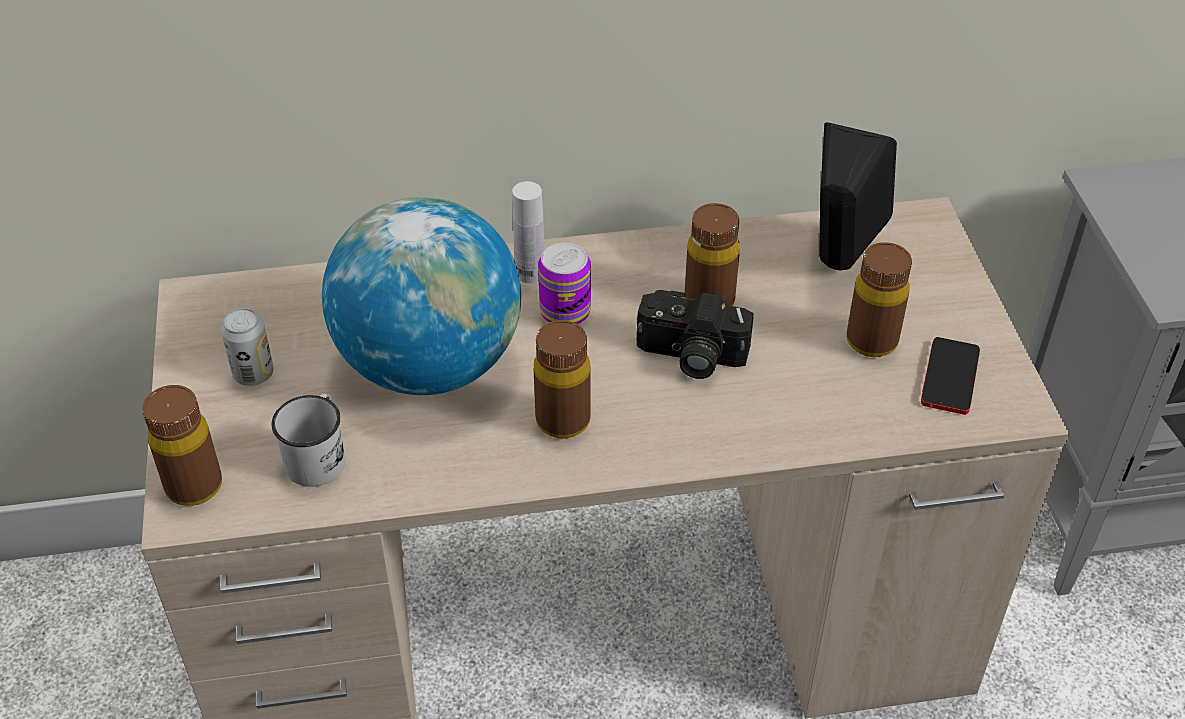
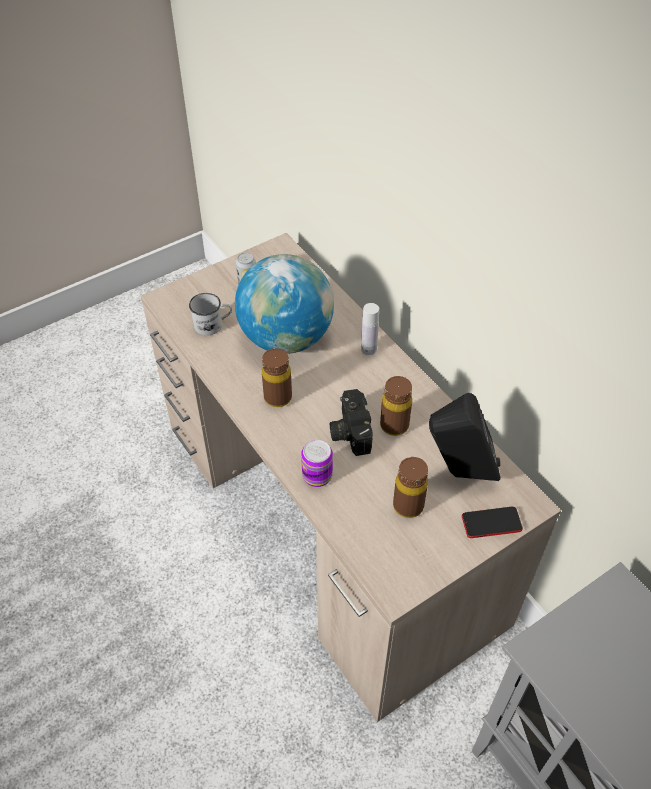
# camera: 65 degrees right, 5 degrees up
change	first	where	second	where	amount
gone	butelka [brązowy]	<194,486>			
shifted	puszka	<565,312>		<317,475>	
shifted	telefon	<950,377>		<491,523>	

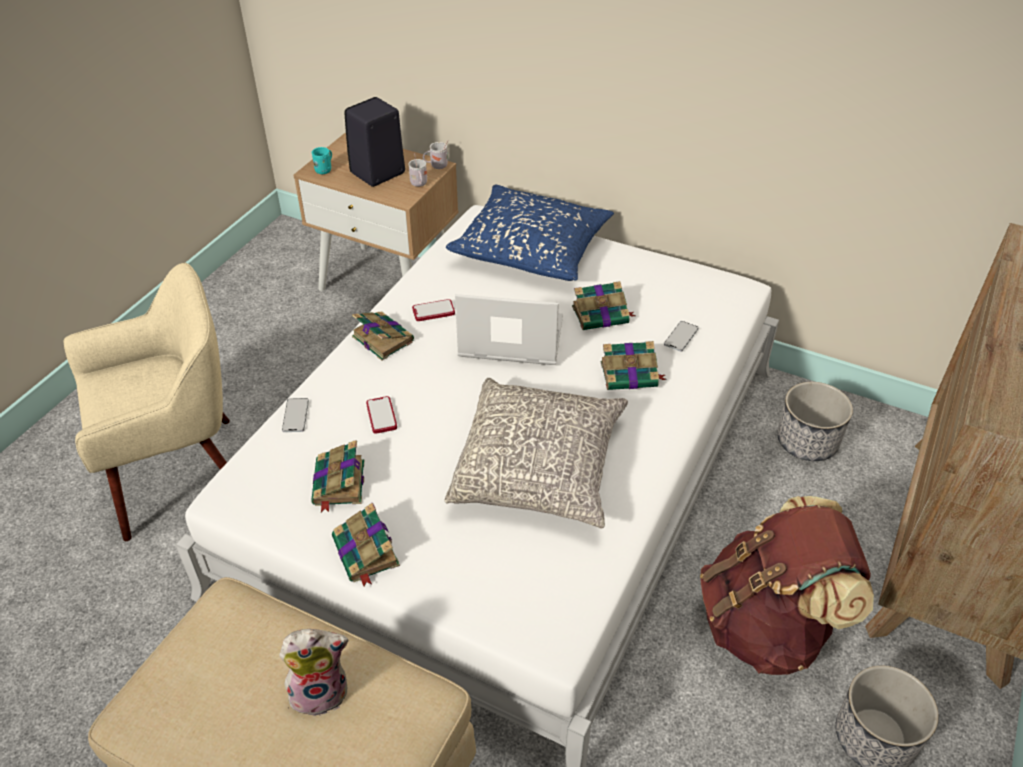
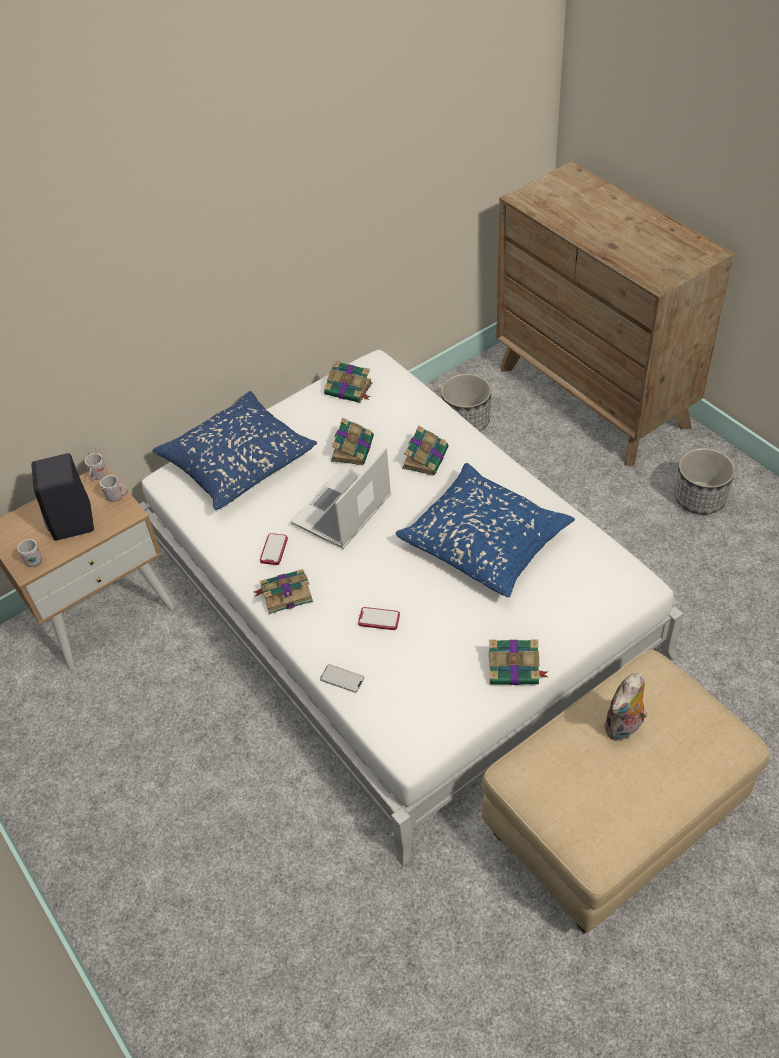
# camera: 60 degrees left, 5 degrees up
change	first	where	second	where	amount
gone	fotel [beżowy]	<181,474>			
gone	telefon	<681,337>			
gone	plecak [brązowy]	<767,625>			
shifted	książka	<339,484>		<349,389>	
repainted	kubek [turkusowy]	<325,170>	kubek [biały]	<33,559>	
repainted	poduszka [szary]	<539,467>	poduszka [niebieski]	<485,541>	
rotated	pluszak	<321,691>		<624,728>	150 degrees counterclockwise

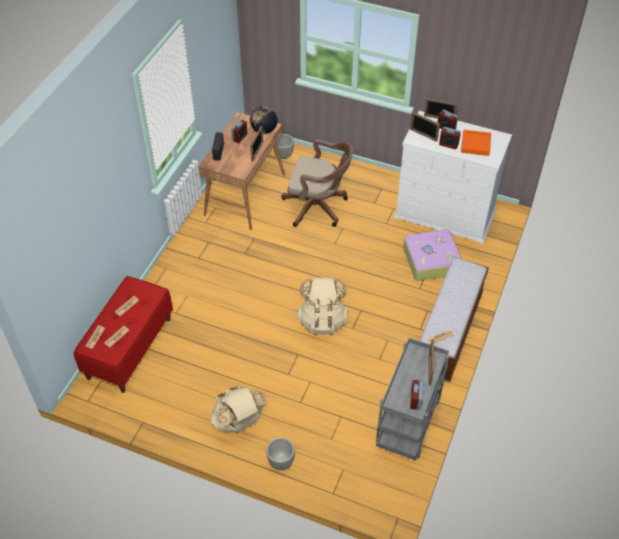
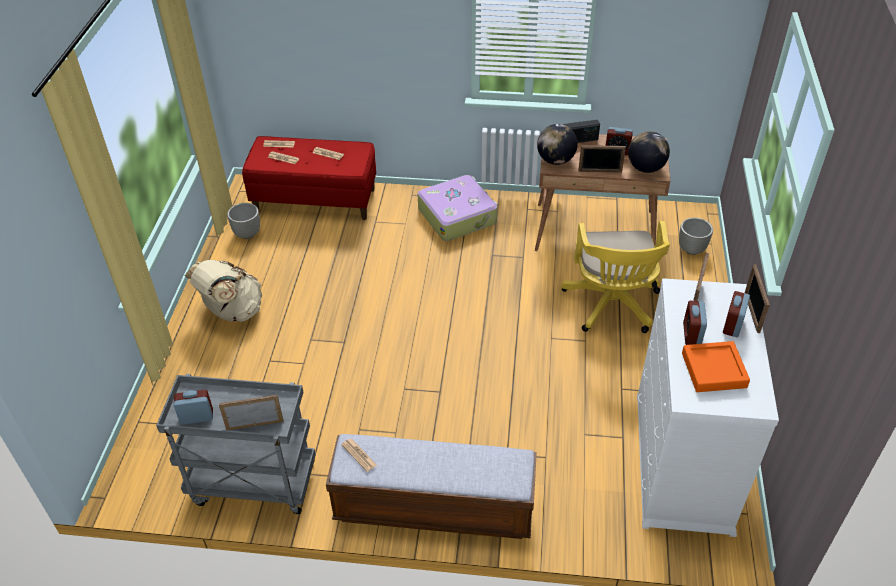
# camera: 75 degrees right, 5 degrees down
change	first	where	second	where	amount
gone	plecak [beżowy]	<322,321>			
new			globus	<555,160>	
shifted	donica [szary]	<280,462>		<247,233>	
shifted	walizka	<430,260>		<457,215>	
repainted	krzesło biurowe [brązowy]	<318,207>	krzesło biurowe [żółty]	<612,306>	

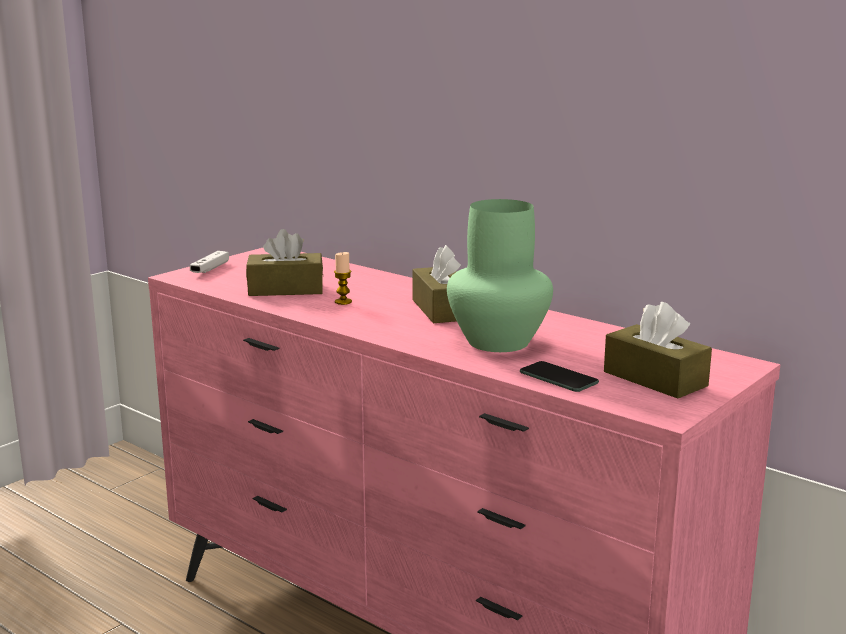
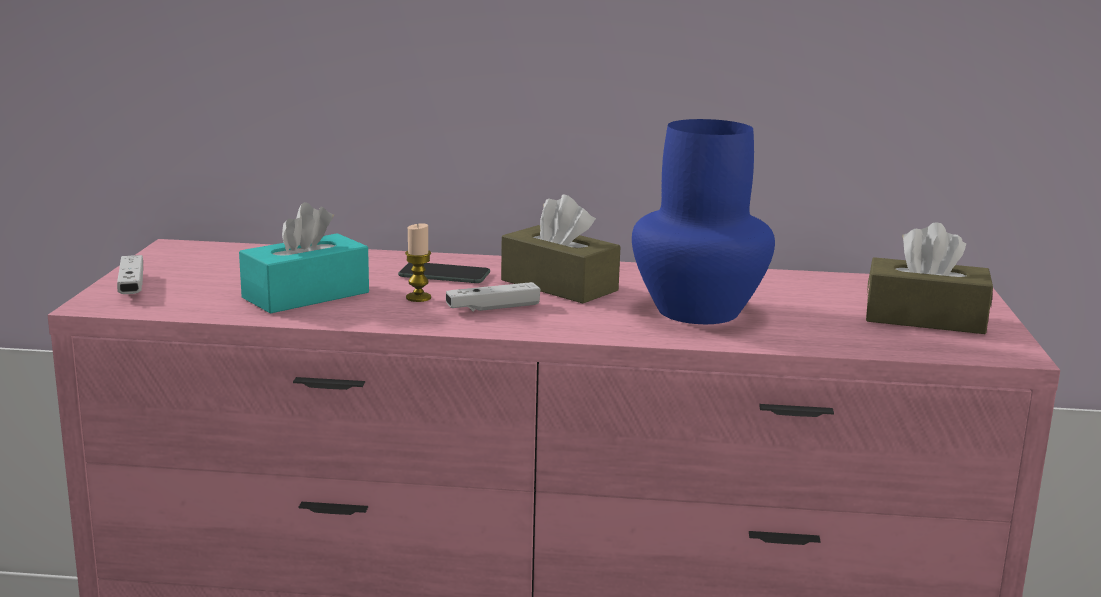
# camera: 35 degrees left, 0 degrees up
change	first	where	second	where	amount
new			pad do gier [biały]	<493,308>	
shifted	telefon	<558,378>		<444,274>	
repainted	pudełko chusteczek [brązowy]	<285,289>	pudełko chusteczek [turkusowy]	<306,295>	
repainted	wazon [zielony]	<500,342>	wazon [niebieski]	<700,311>	

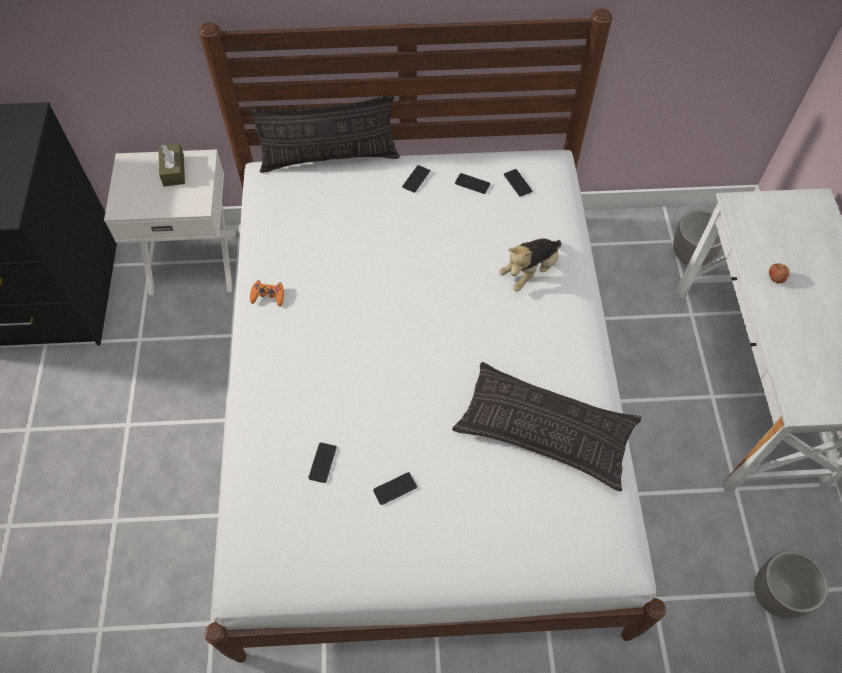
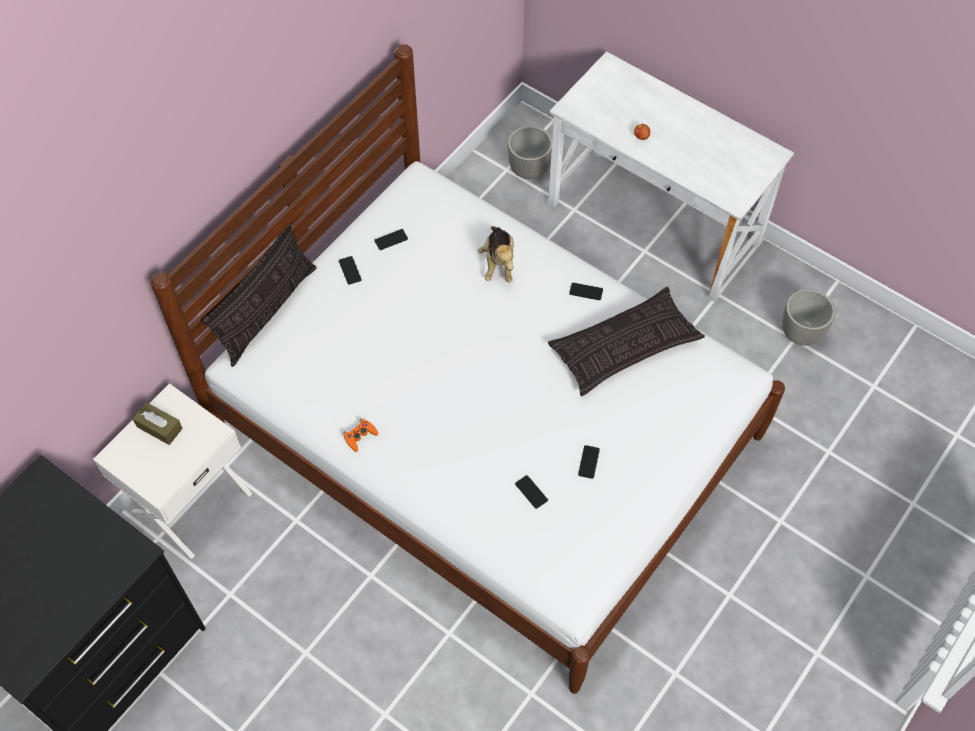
# camera: 50 degrees left, 0 degrees up
change	first	where	second	where	amount
shifted	telefon	<517,183>		<586,291>	

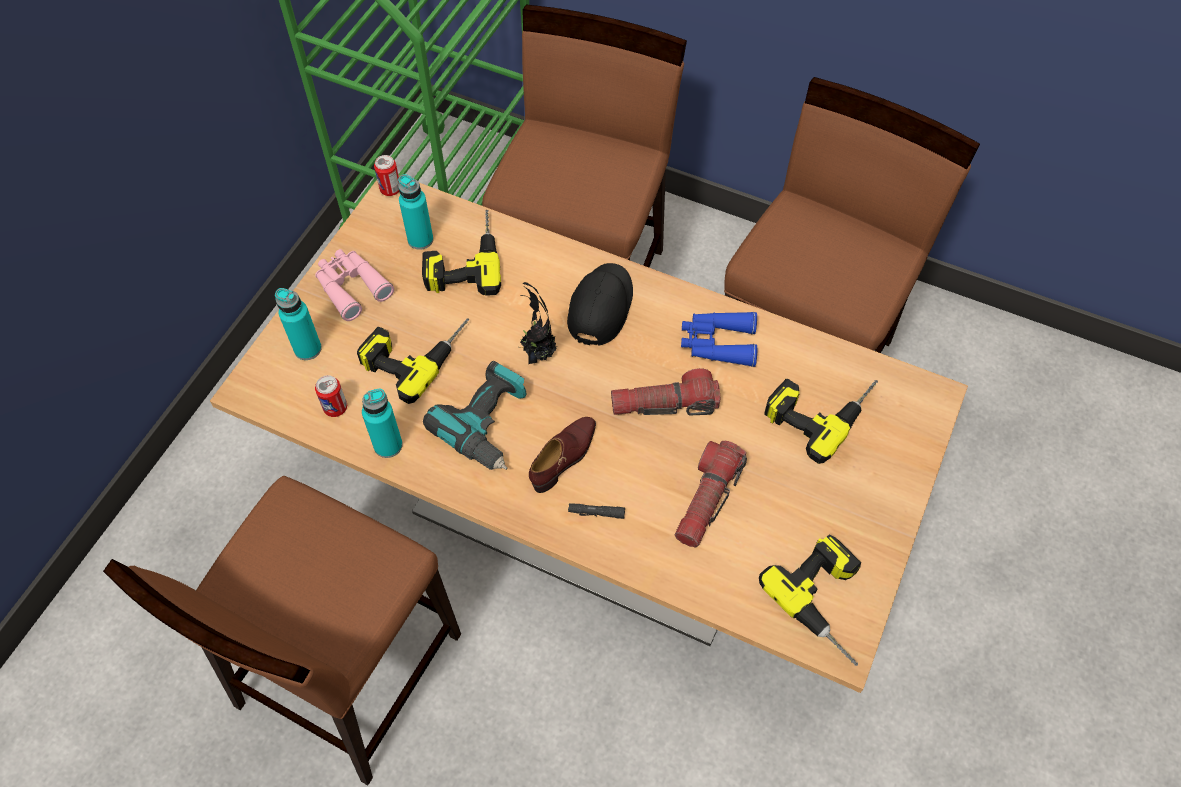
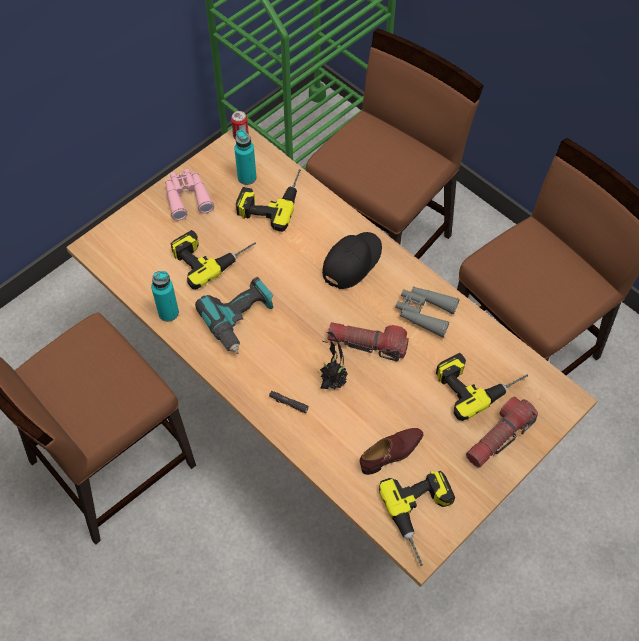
# camera: 20 degrees right, 0 degrees up
change	first	where	second	where	amount
gone	butelka [turkusowy]	<307,349>			
gone	puszka	<335,408>			
shifted	roślina doniczkowa	<537,352>		<332,380>	
shifted	but [brązowy]	<564,457>		<391,453>	
shifted	latarka	<707,500>		<499,437>	
repainted	lornetka [niebieski]	<717,343>	lornetka [szary]	<424,313>	

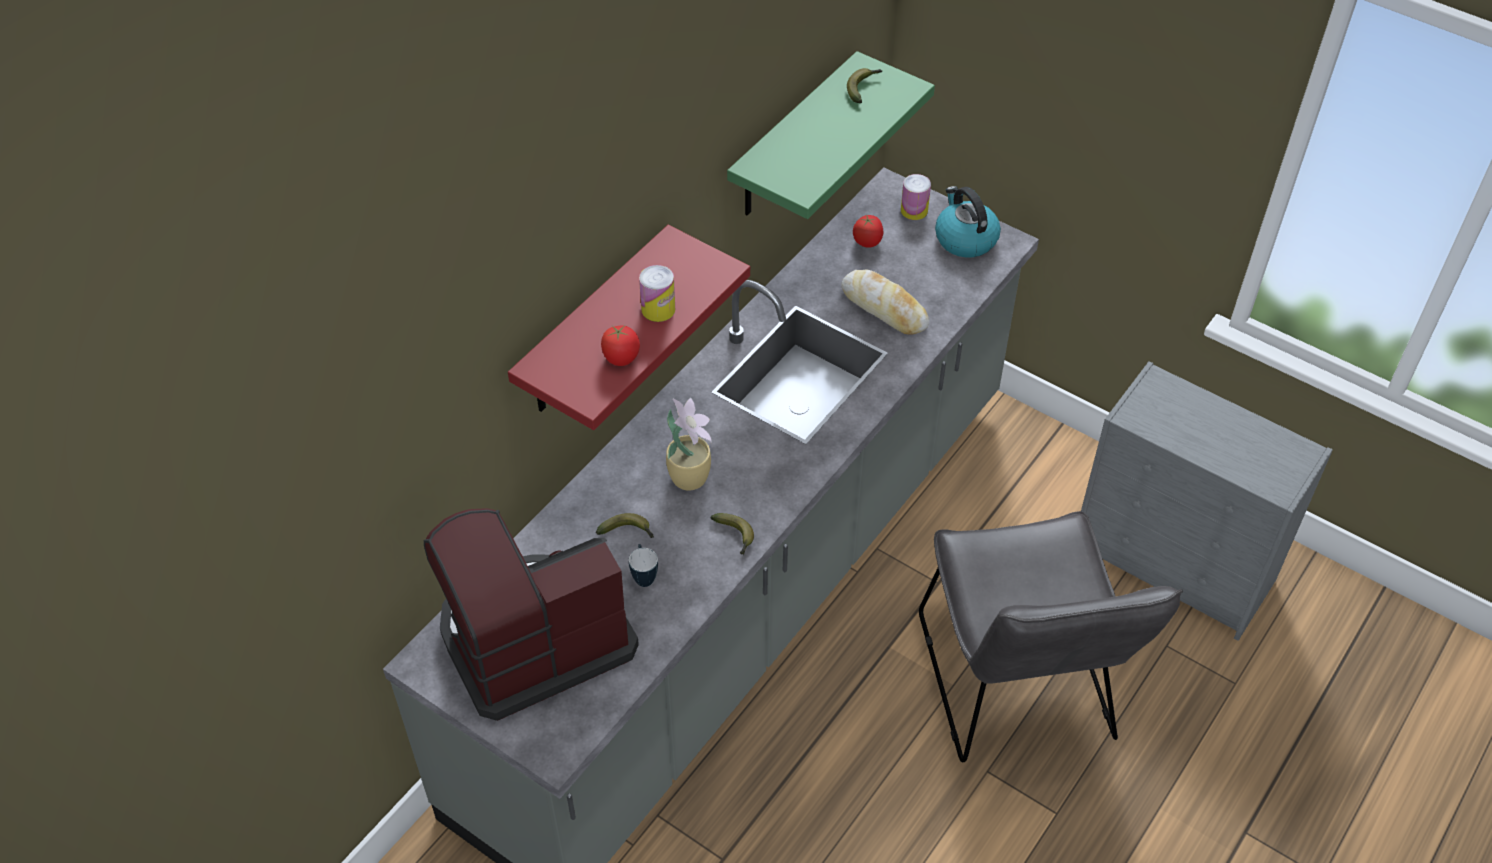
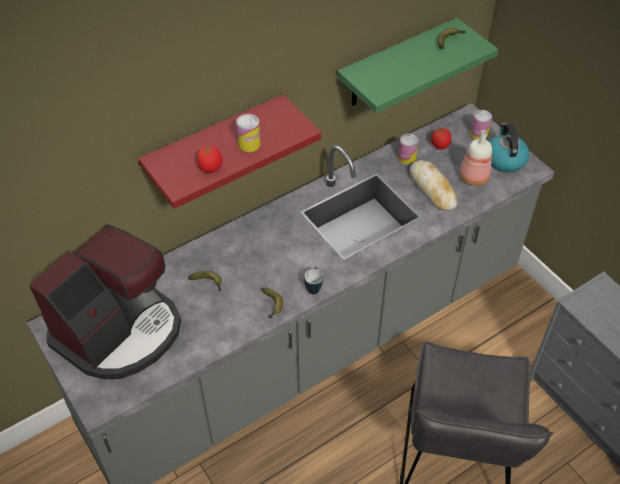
# camera: 20 degrees right, 0 degrees up
change	first	where	second	where	amount
gone	roślina doniczkowa	<690,476>			
new			puszka	<407,158>	
new			butelka	<473,178>	
shifted	kubek	<643,575>		<313,287>	
rotated	ekspres do kawy	<533,638>		<120,332>	135 degrees clockwise

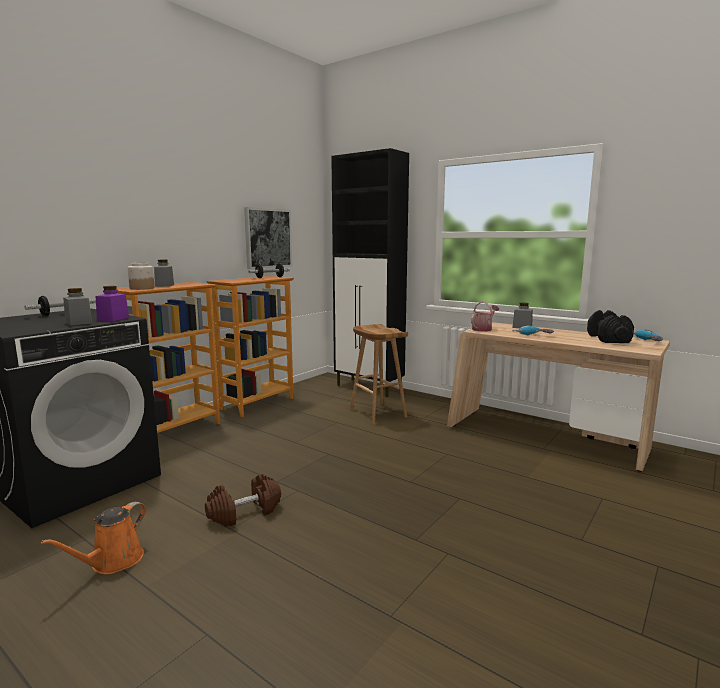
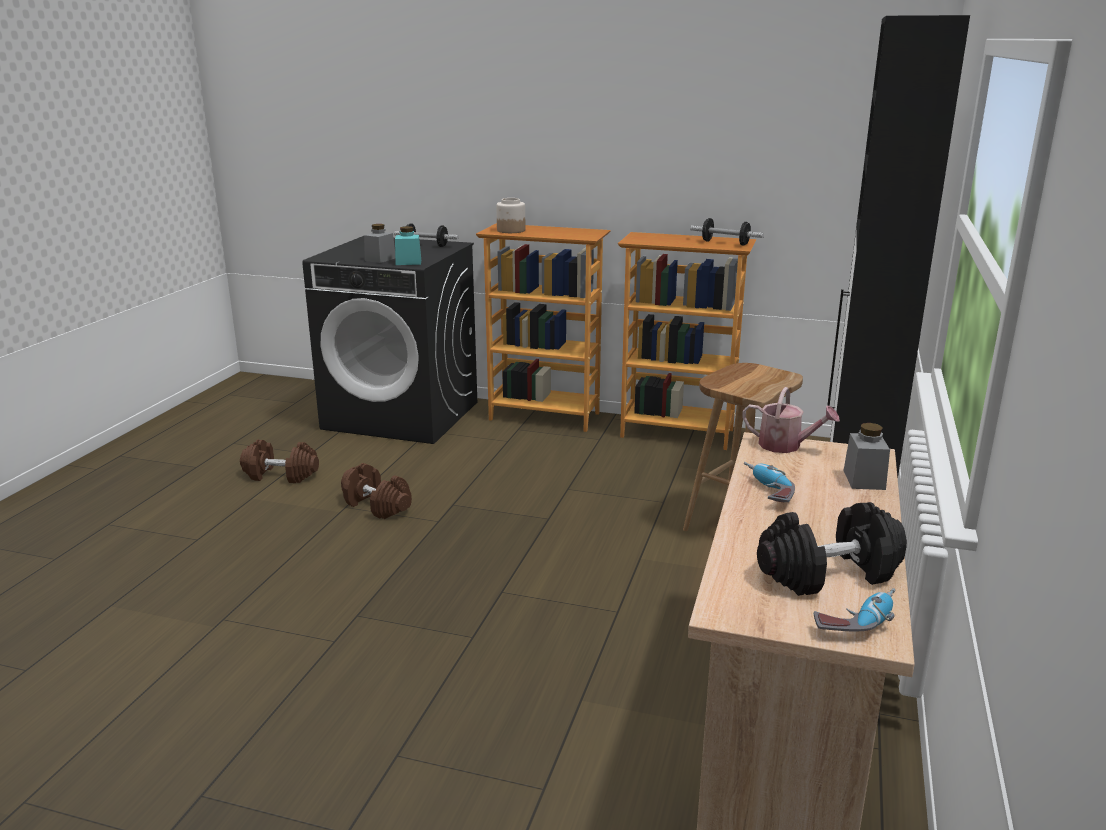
# camera: 70 degrees right, 10 degrees up
change	first	where	second	where	amount
gone	słoik [szary]	<164,285>			
gone	obraz	<268,238>			
swapped	konewka [pomarańczowy]	<113,562>	hantel [brązowy]	<280,475>	
repainted	słoik [fioletowy]	<113,319>	słoik [turkusowy]	<408,262>	

